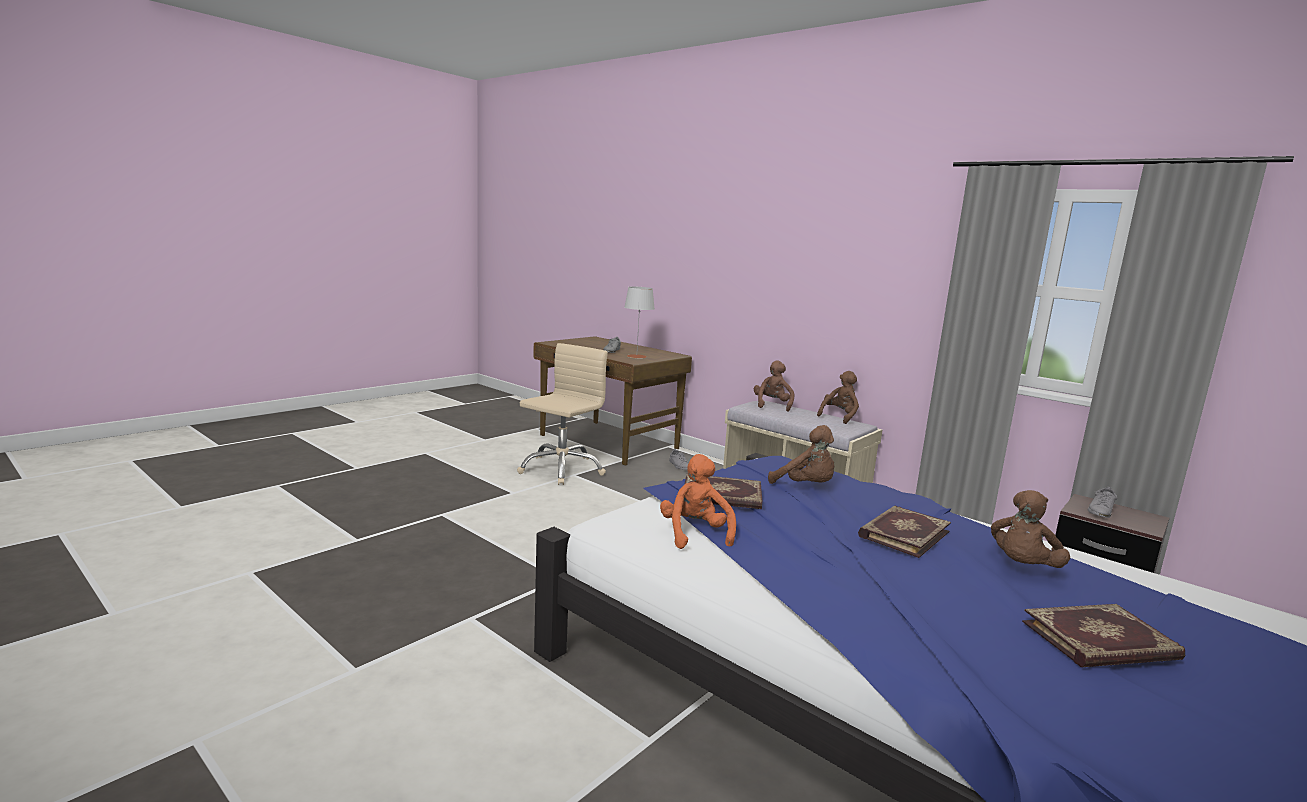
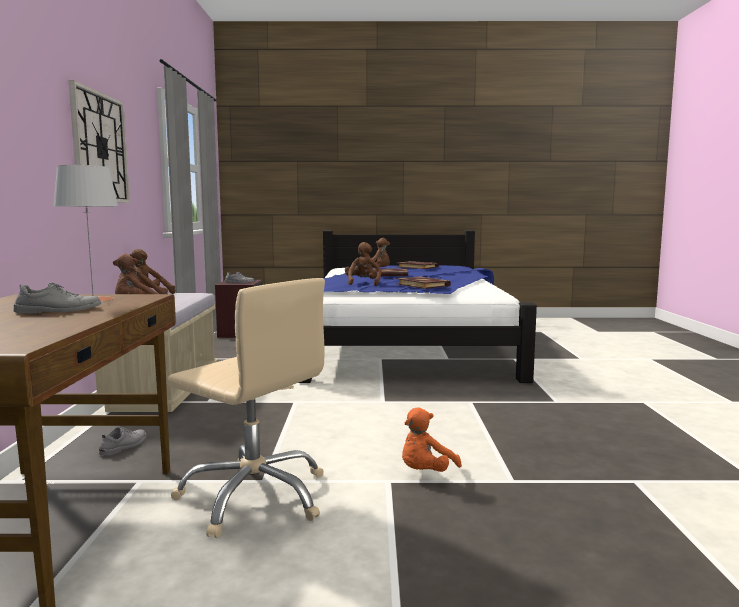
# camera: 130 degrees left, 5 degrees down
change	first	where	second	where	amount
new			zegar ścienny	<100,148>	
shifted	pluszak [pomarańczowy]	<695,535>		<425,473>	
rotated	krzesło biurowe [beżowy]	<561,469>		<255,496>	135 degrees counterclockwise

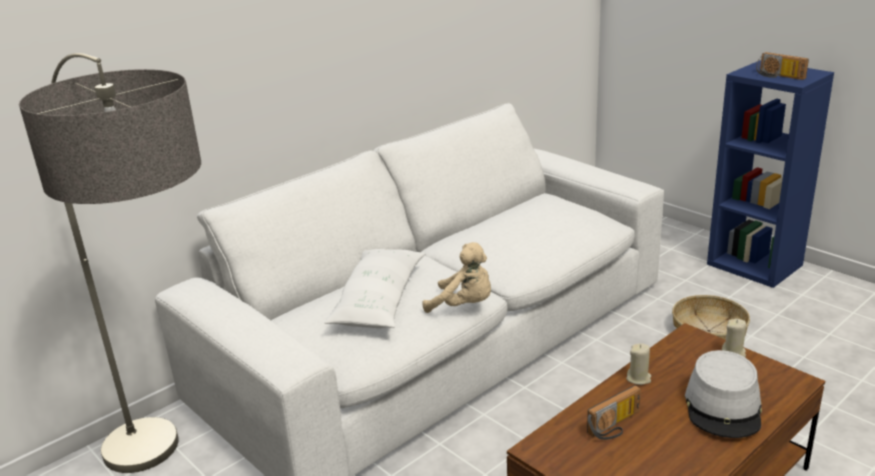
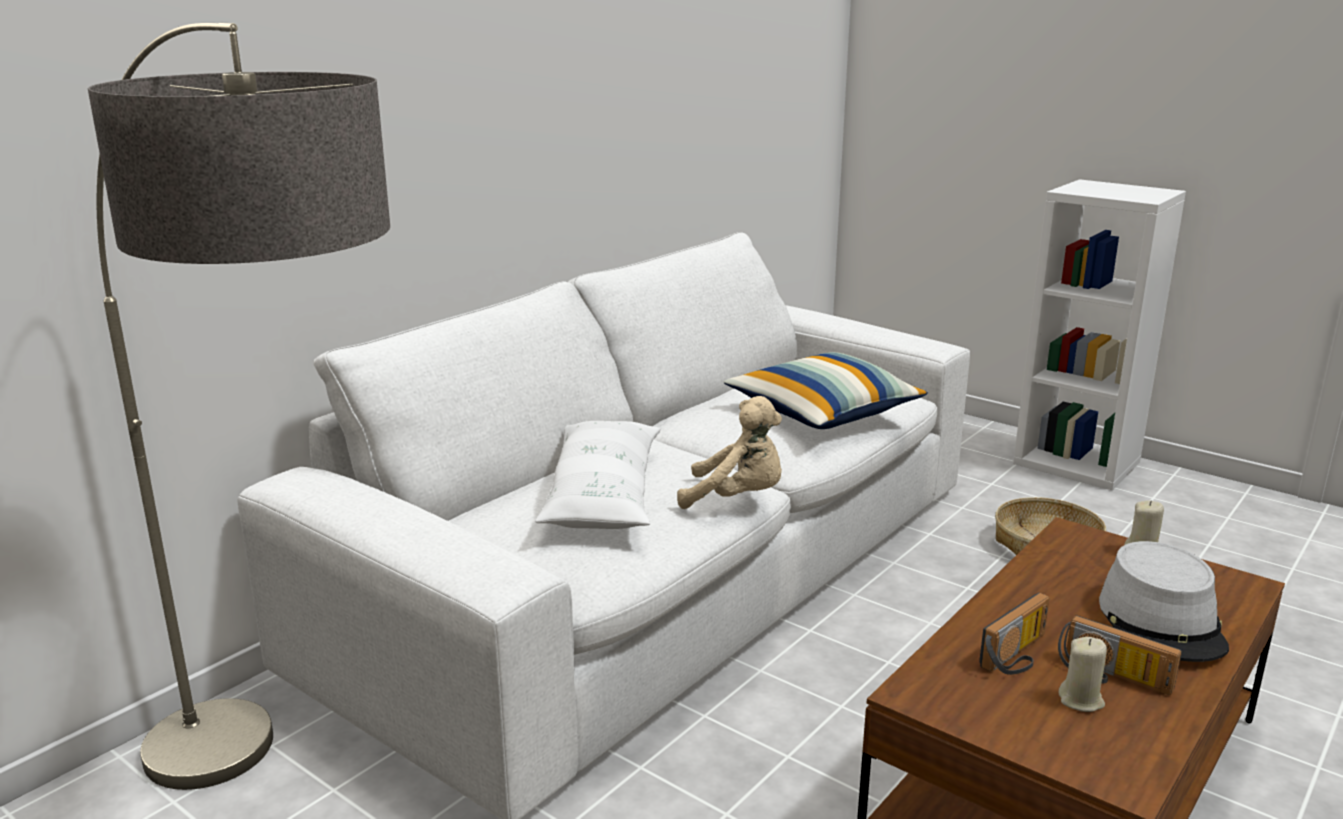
# camera: 10 degrees left, 5 degrees down
change	first	where	second	where	amount
new			poduszka	<823,412>	
shifted	świeca [beżowy]	<638,378>		<1081,700>	
shifted	radio	<778,76>		<1111,677>	
repainted	regał [niebieski]	<755,265>	regał [biały]	<1078,463>	

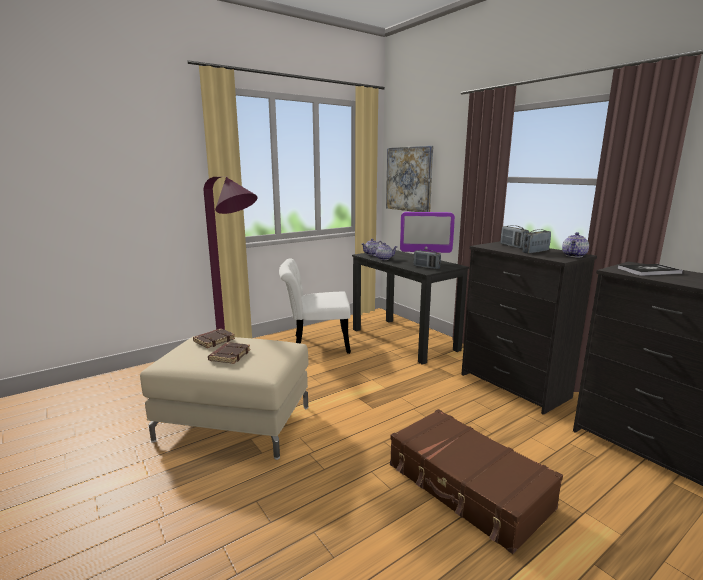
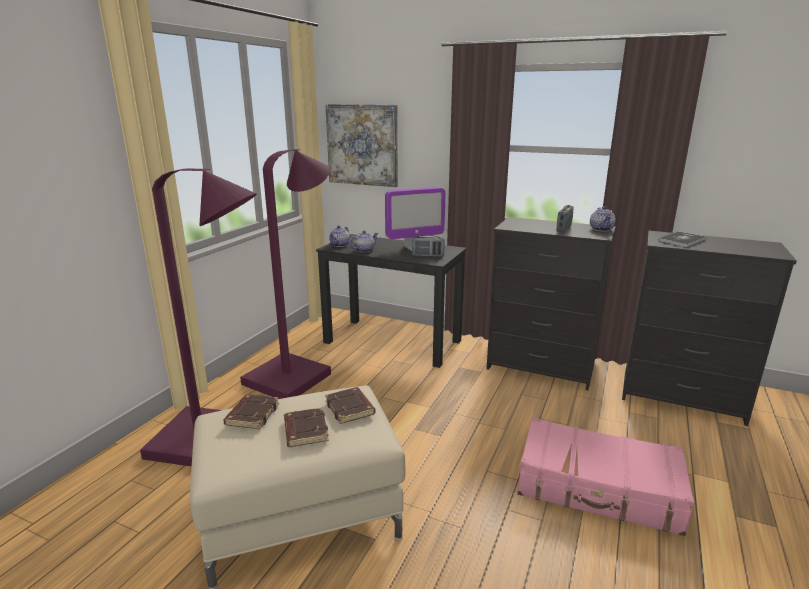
# camera: 30 degrees left, 5 degrees up
change	first	where	second	where	amount
gone	radio	<513,246>			
new			książka [brązowy]	<350,408>	
swapped	krzesło [biały]	<315,344>	lampa stojąca [fioletowy]	<295,373>	
repainted	walizka [brązowy]	<467,487>	walizka [różowy]	<598,488>	

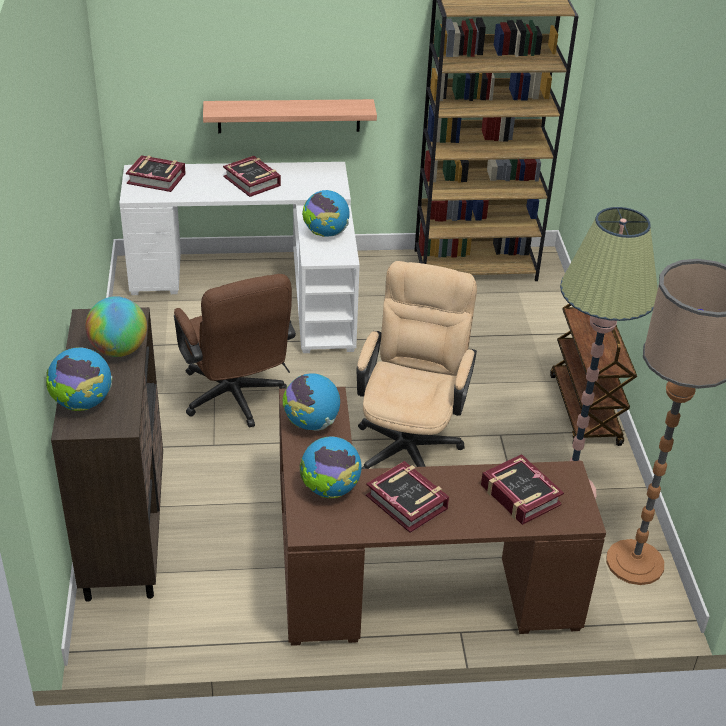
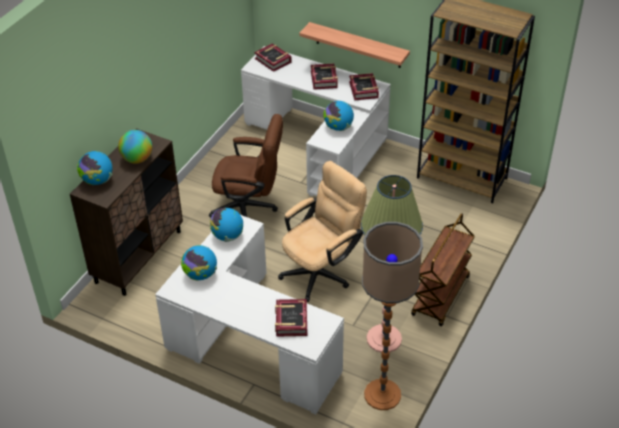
# camera: 35 degrees right, 5 degrees up
change	first	where	second	where	amount
shifted	książka	<407,502>		<364,90>	
repainted	biurko [brązowy]	<397,580>	biurko [biały]	<246,343>	
rotated	krzesło biurowe [brązowy]	<235,400>		<249,208>	90 degrees counterclockwise

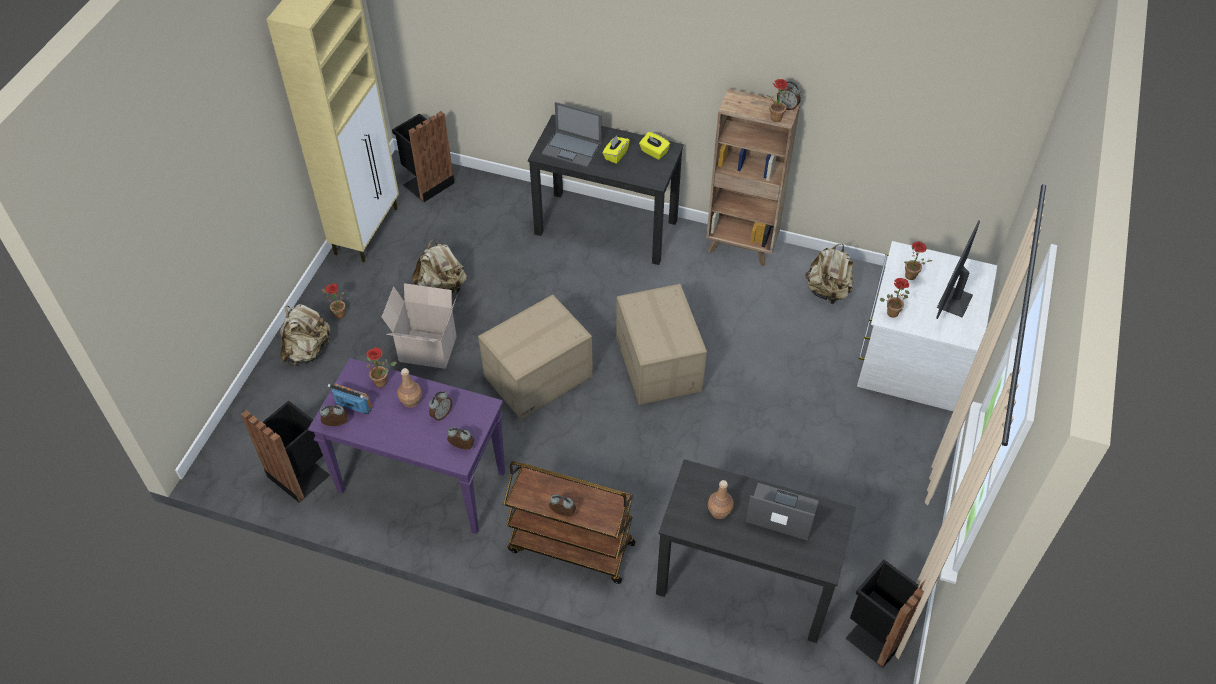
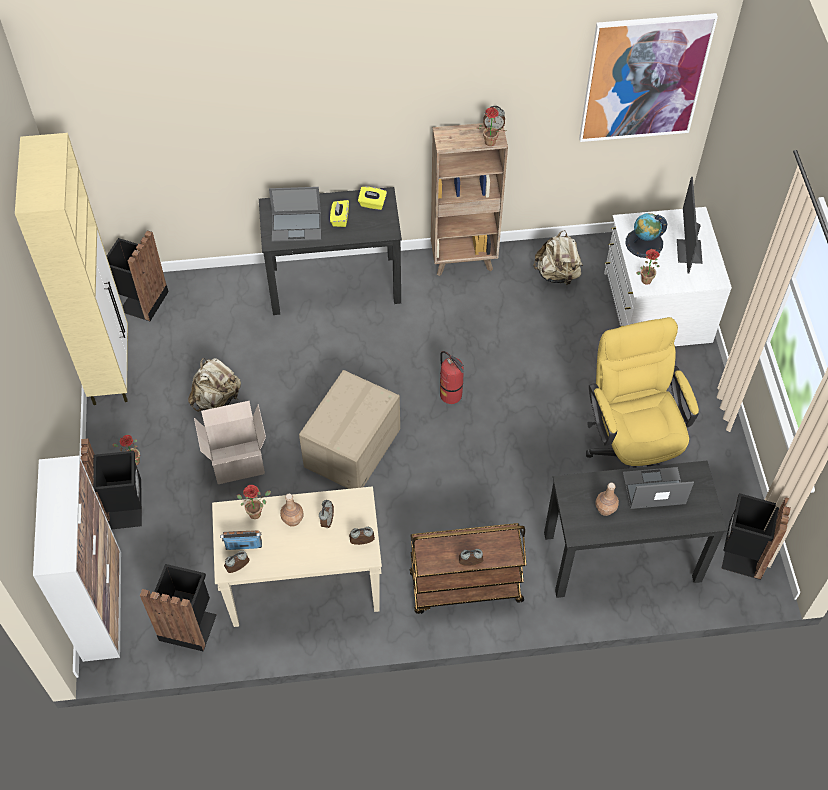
# camera: 25 degrees left, 5 degrees up
change	first	where	second	where	amount
new			szafka	<102,604>	
new			obraz	<644,78>	
new			krzesło biurowe [żółty]	<631,449>	
swapped	plecak [beżowy]	<308,350>	kosz na śmieci [czarny]	<124,508>	
swapped	karton	<659,364>	gaśnica	<451,395>	
swapped	roślina doniczkowa	<910,277>	globus	<644,243>	
repainted	stolik konsolowy [fioletowy]	<420,482>	stolik konsolowy [beżowy]	<303,587>	

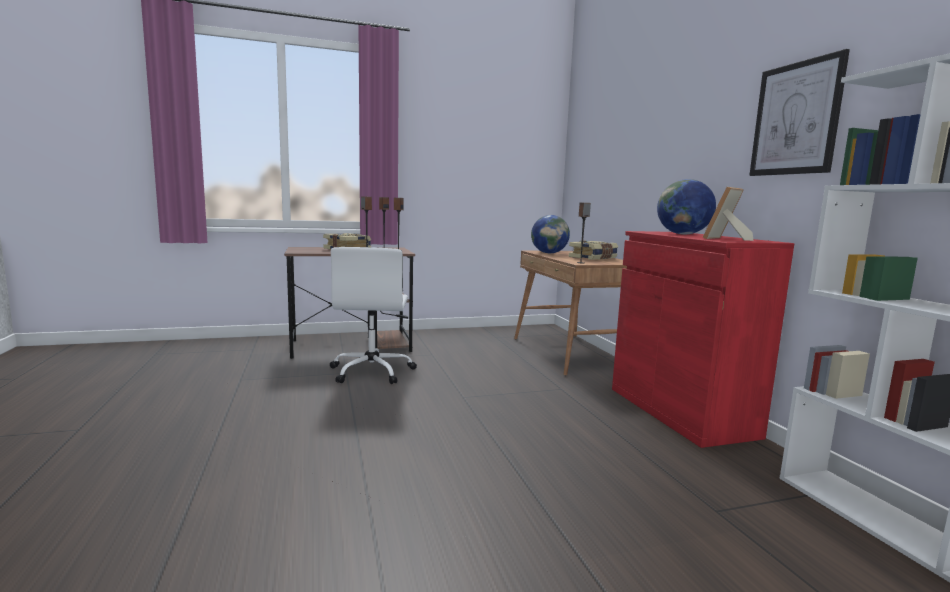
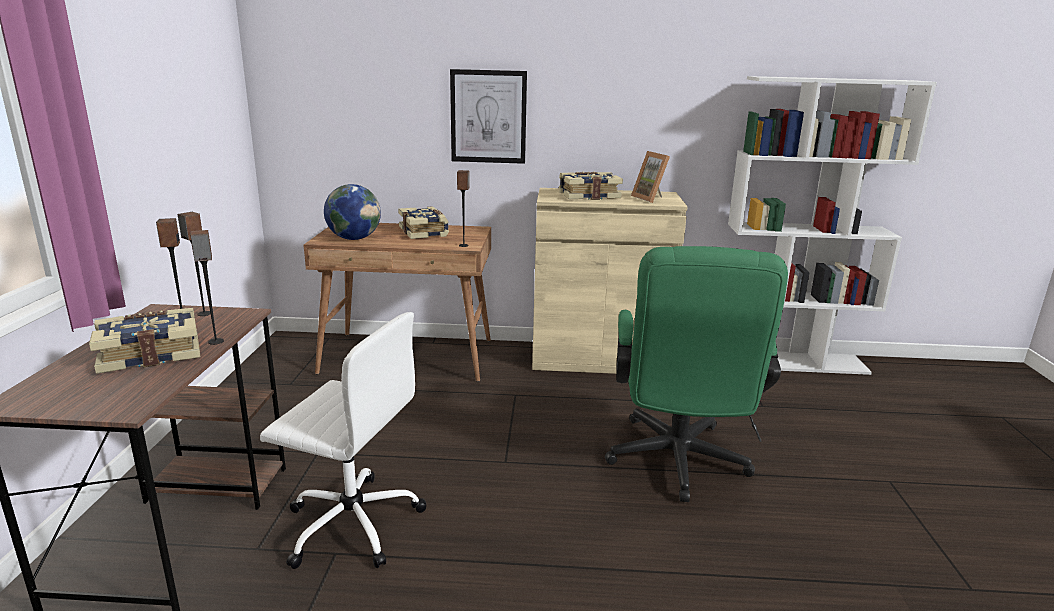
# camera: 70 degrees left, 10 degrees up
change	first	where	second	where	amount
new			krzesło biurowe [zielony]	<677,465>	
shifted	obraz	<796,119>		<488,117>	
swapped	globus	<683,234>	książka	<588,196>	
repainted	szafka [czerwony]	<680,411>	szafka [beżowy]	<598,358>	

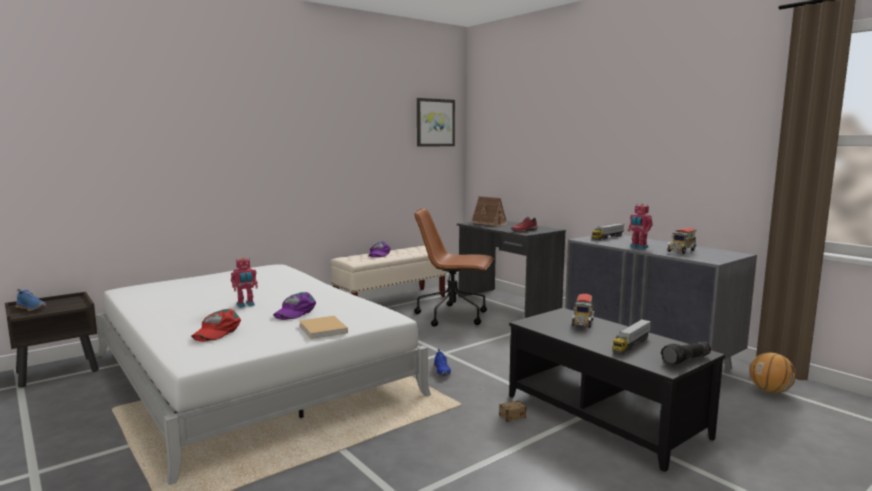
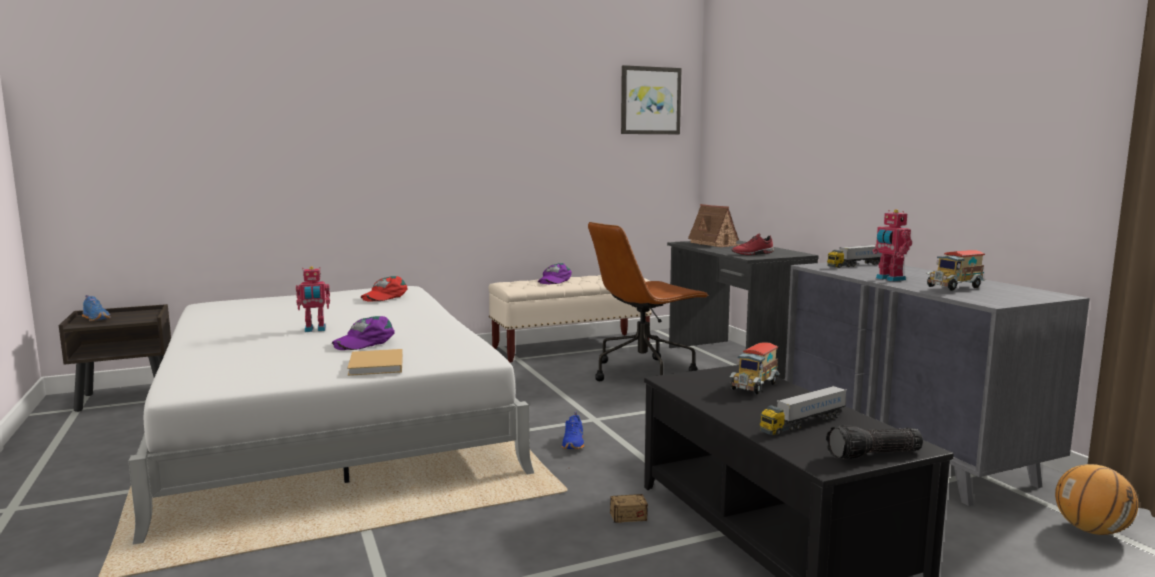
# camera: 15 degrees right, 0 degrees up
change	first	where	second	where	amount
shifted	czapka z daszkiem [czerwony]	<216,331>		<384,296>	
rotated	krzesło biurowe [brązowy]	<453,316>		<643,372>	60 degrees counterclockwise

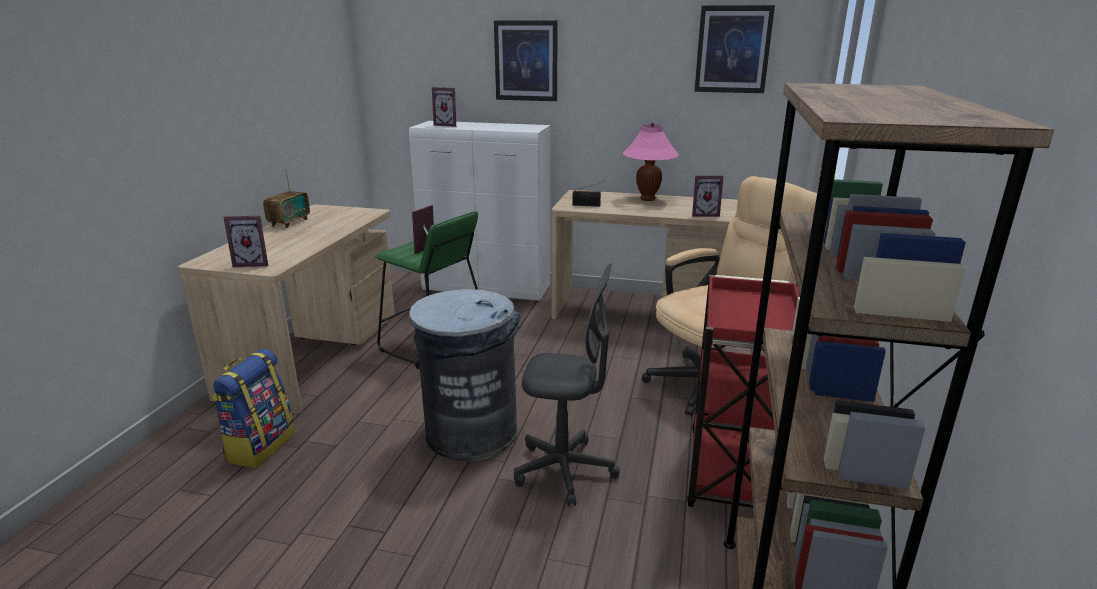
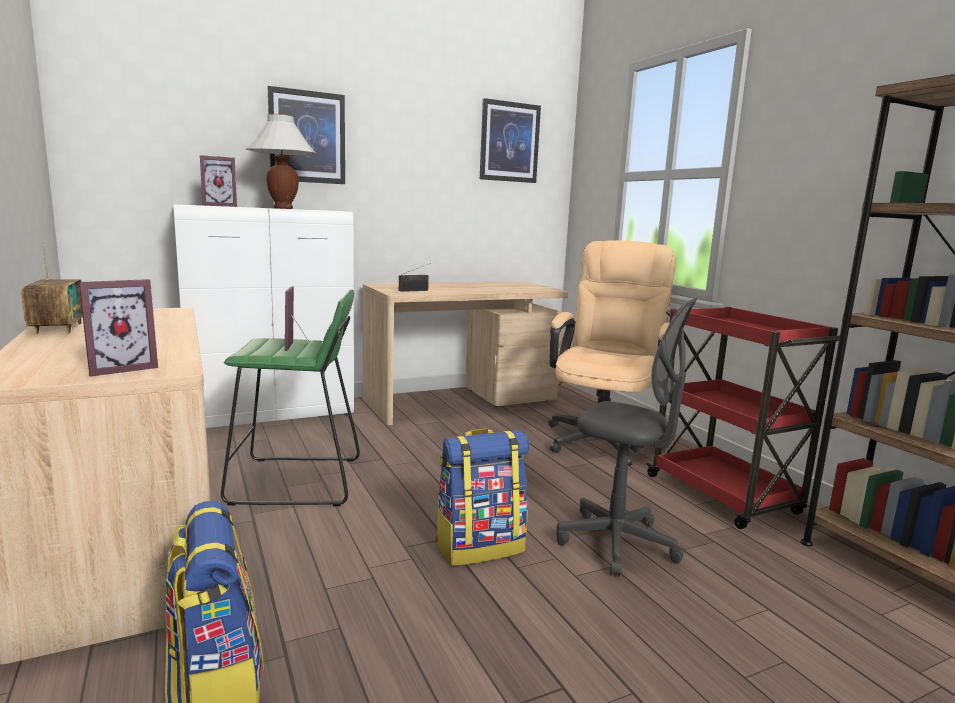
# camera: 40 degrees left, 10 degrees down
change	first	where	second	where	amount
gone	lampa stołowa [różowy]	<647,199>			
gone	ramka na zdjęcie	<704,214>			
new			lampa stołowa [biały]	<283,208>	
swapped	kosz na śmieci [szary]	<471,432>	plecak	<480,546>	
rotated	krzesło biurowe [szary]	<564,470>		<617,543>	60 degrees clockwise

